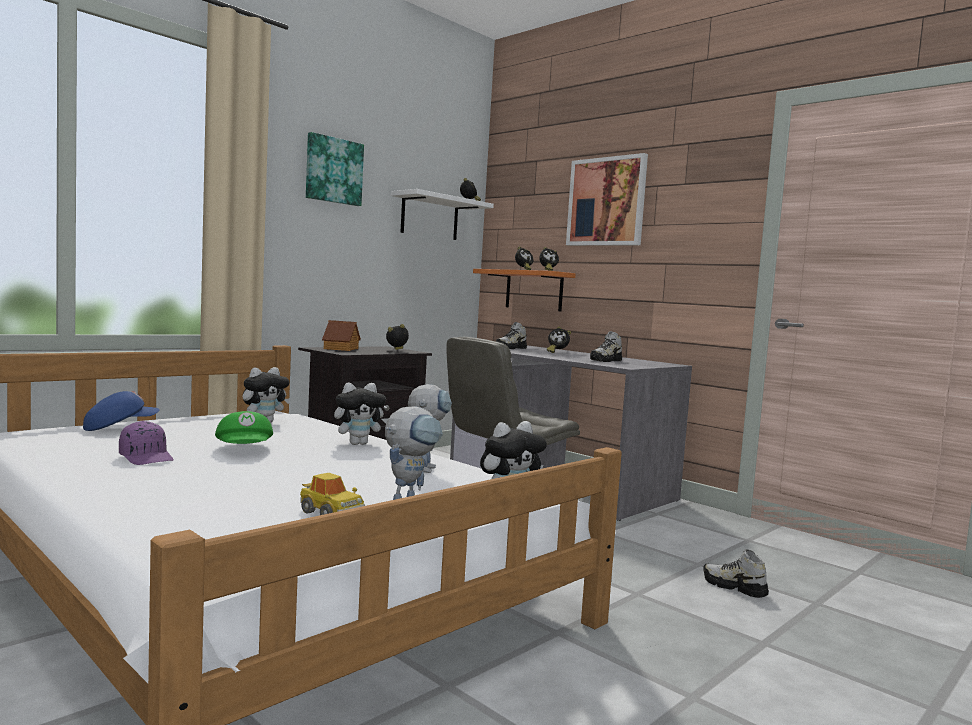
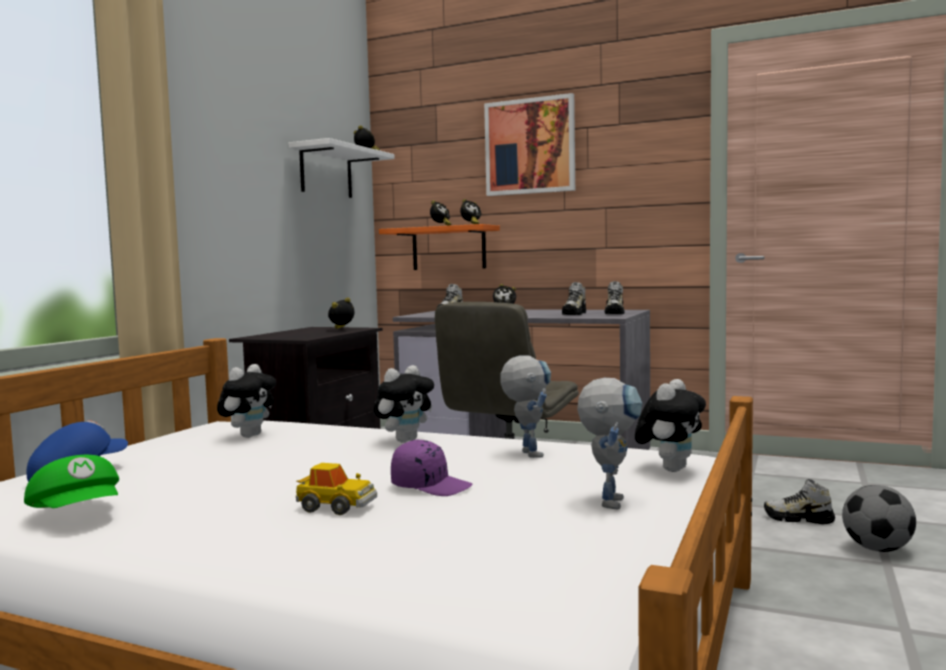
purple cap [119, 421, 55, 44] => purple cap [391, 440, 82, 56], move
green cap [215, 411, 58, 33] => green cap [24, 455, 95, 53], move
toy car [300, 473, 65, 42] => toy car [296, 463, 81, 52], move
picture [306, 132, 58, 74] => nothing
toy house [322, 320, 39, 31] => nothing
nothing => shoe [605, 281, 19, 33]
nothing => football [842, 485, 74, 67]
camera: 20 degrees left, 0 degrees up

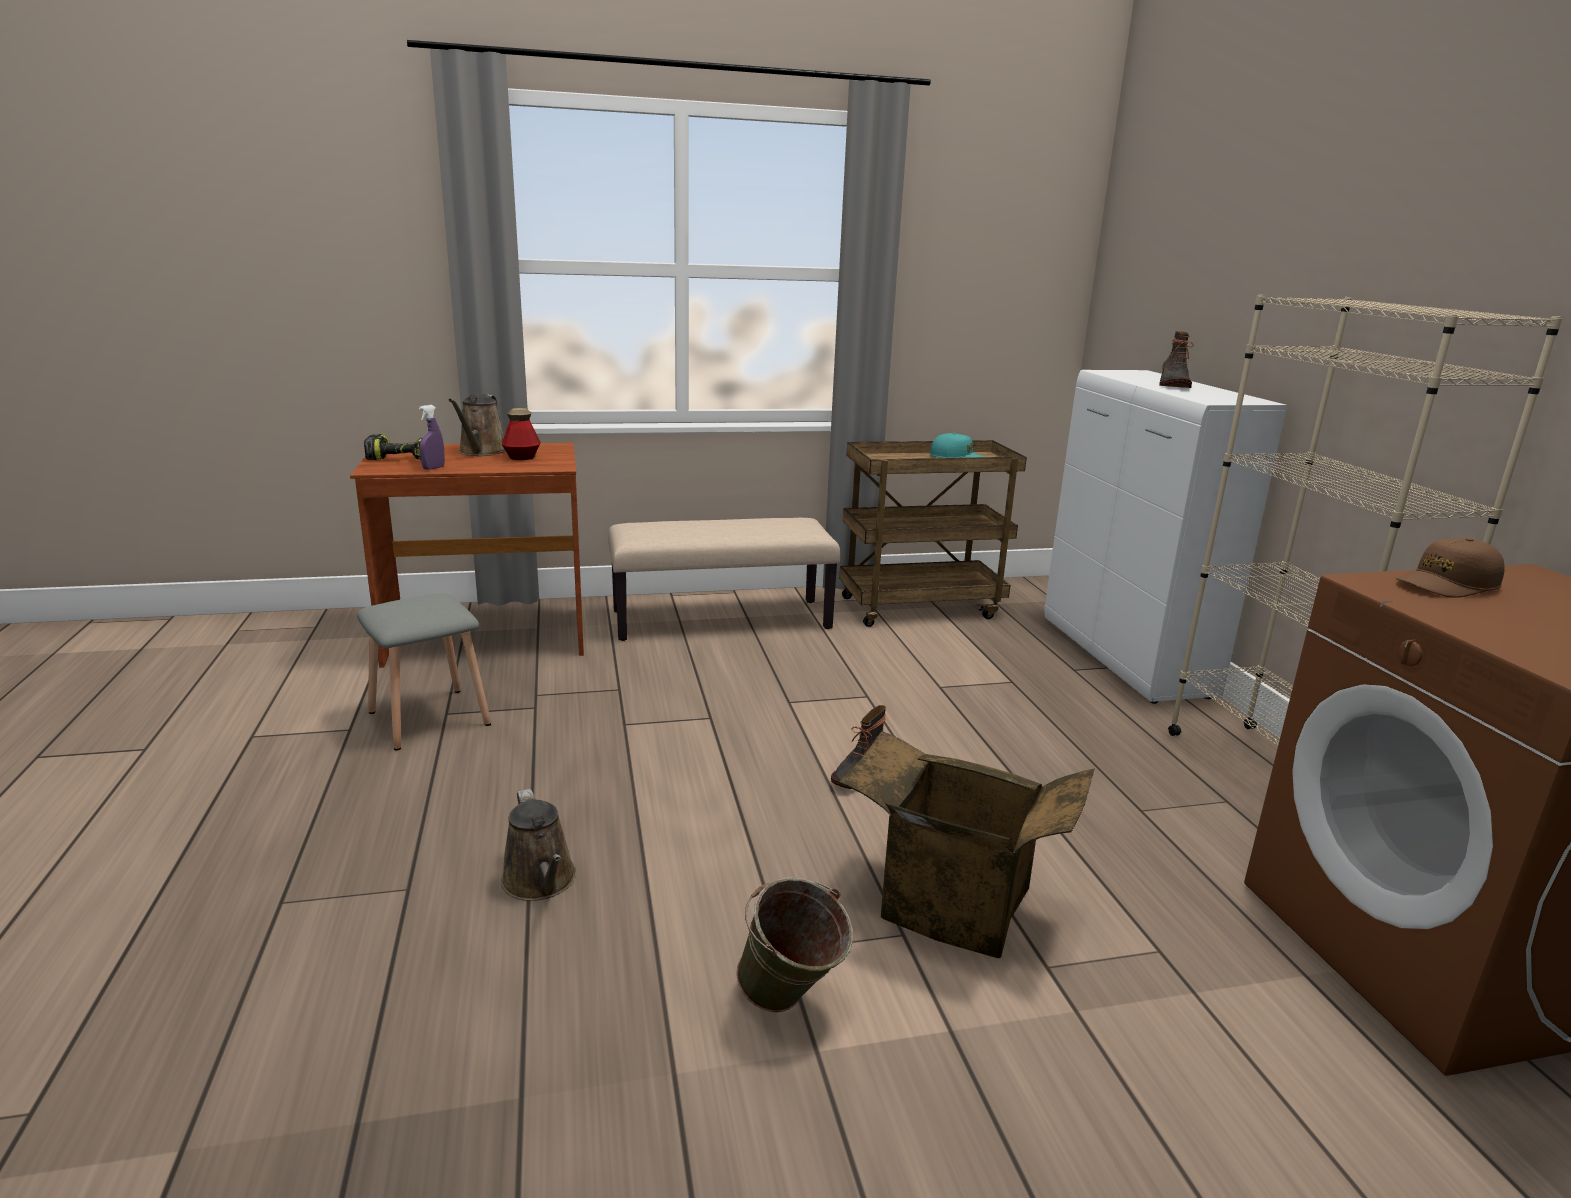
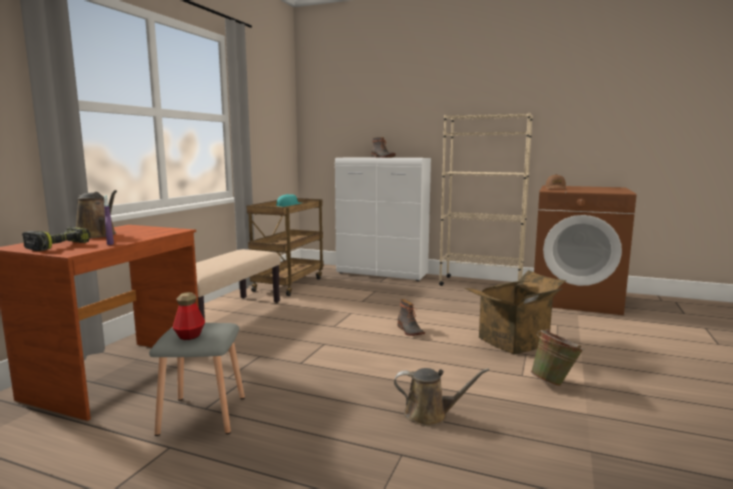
bottle [502, 408, 39, 52] => bottle [173, 292, 32, 48], move
camera: 55 degrees left, 10 degrees down

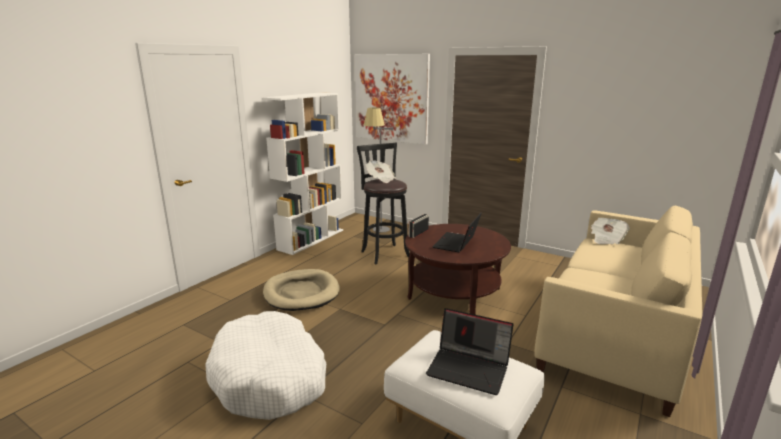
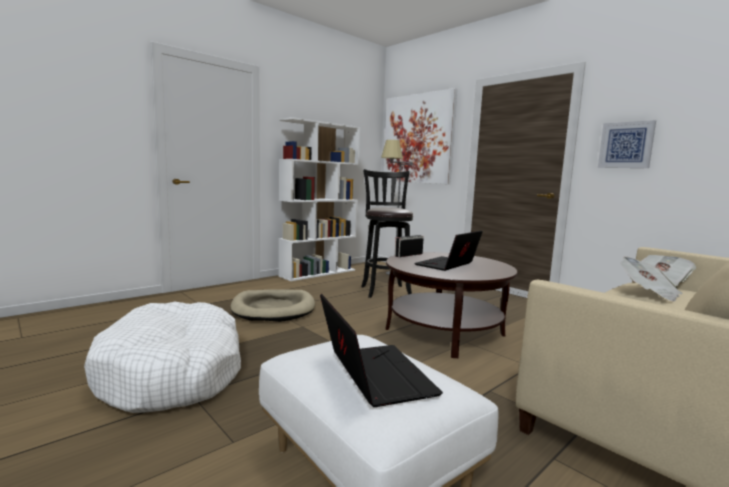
newspaper [366, 160, 30, 23] => newspaper [620, 256, 62, 46], move
laptop [426, 308, 87, 87] => laptop [320, 294, 123, 113], 150 degrees counterclockwise
nothing => picture [598, 120, 58, 48]
camera: 15 degrees right, 10 degrees down

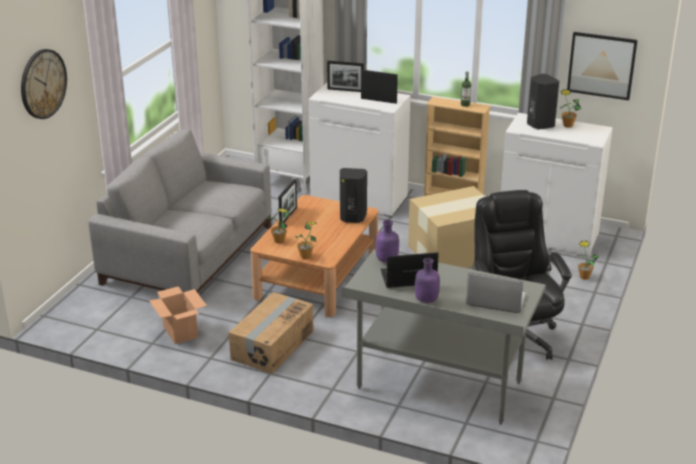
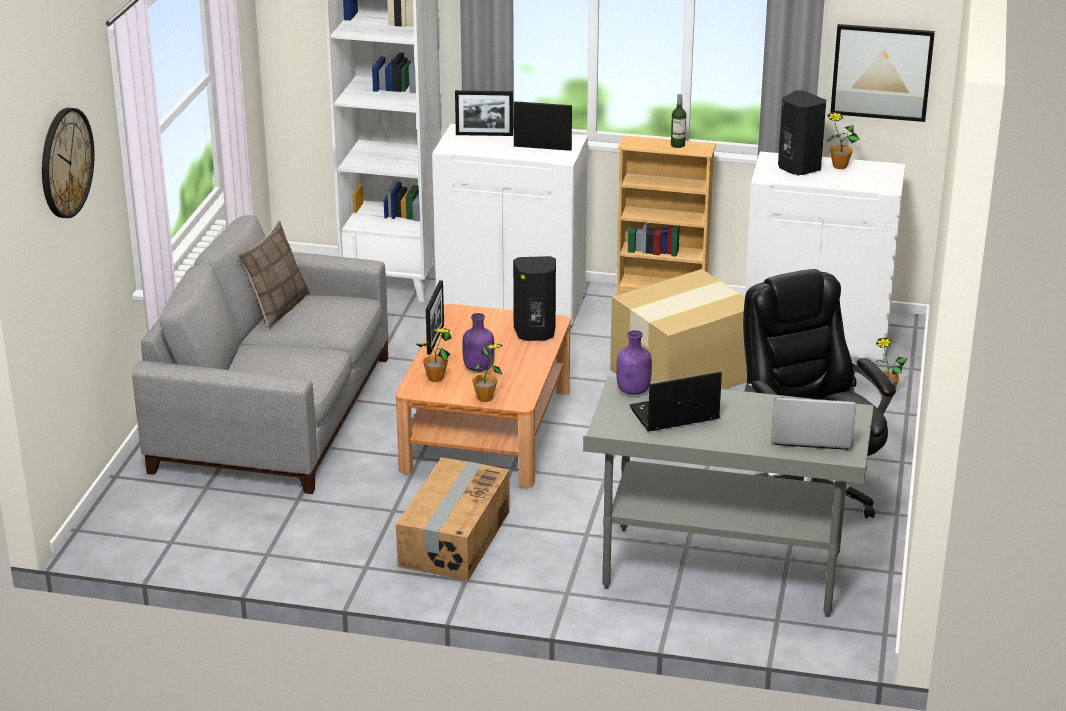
cardboard box [149, 286, 58, 58] => nothing
purple bottle [415, 258, 25, 45] => purple bottle [462, 313, 32, 59], move
nothing => pillow [237, 221, 72, 108]
camera: 10 degrees left, 0 degrees up

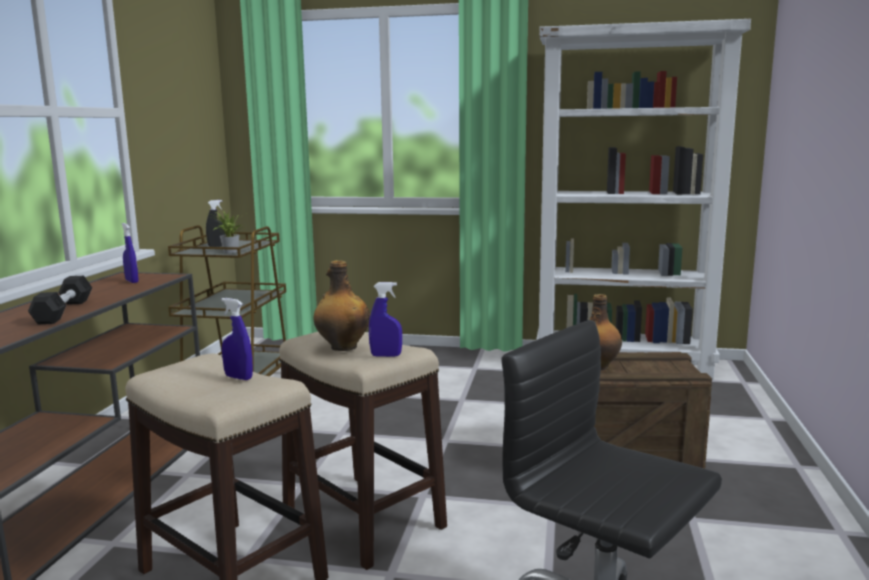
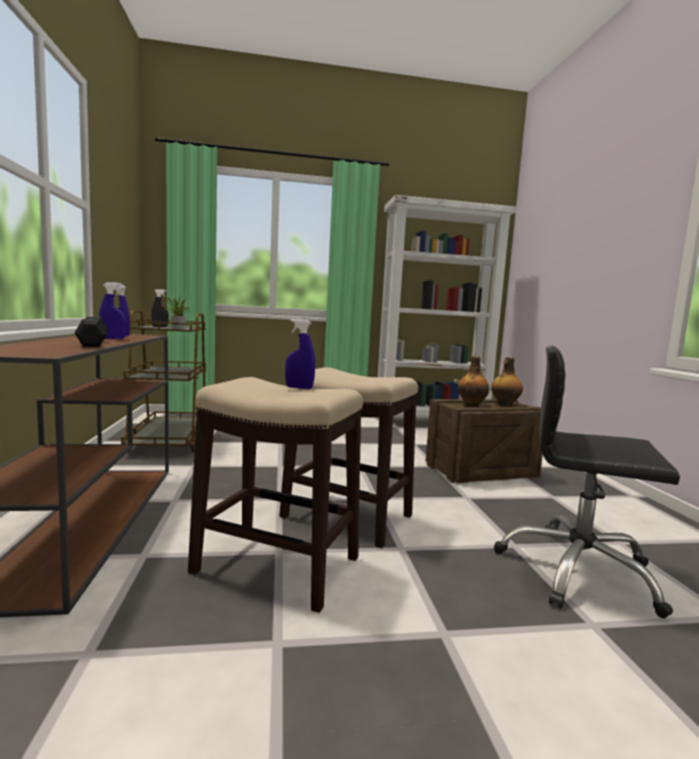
bottle [313, 260, 57, 91] => bottle [491, 357, 32, 49], move
blue spray bottle [369, 282, 33, 75] => blue spray bottle [99, 282, 27, 57], move
camera: 20 degrees left, 5 degrees down

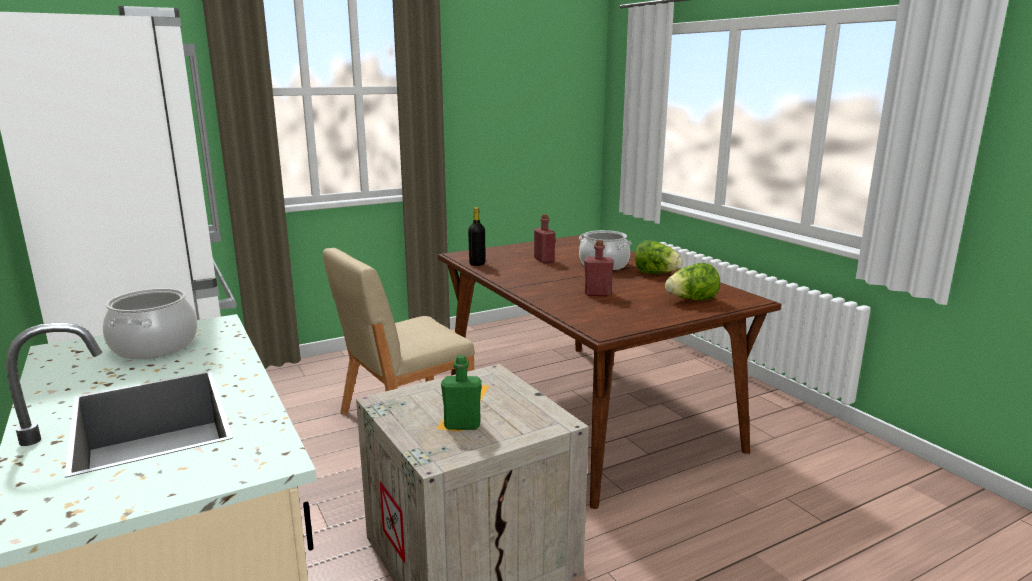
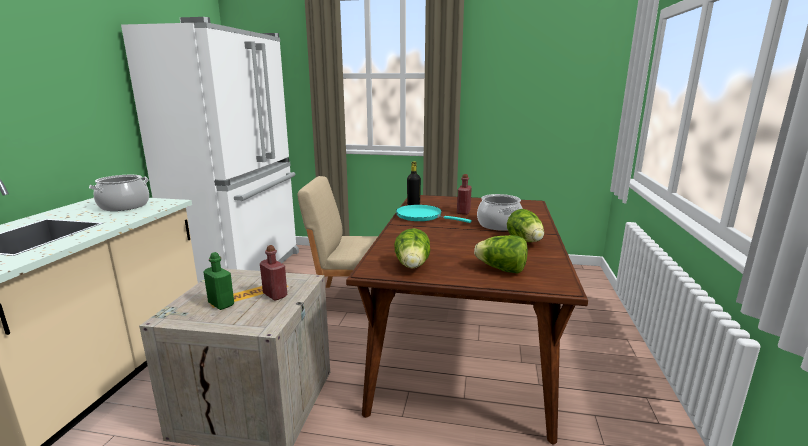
red bottle [584, 240, 30, 56] => red bottle [260, 245, 27, 56], move
nothing => lettuce [394, 228, 36, 41]
nothing => turquoise frying pan [396, 205, 76, 18]
camera: 40 degrees right, 0 degrees up

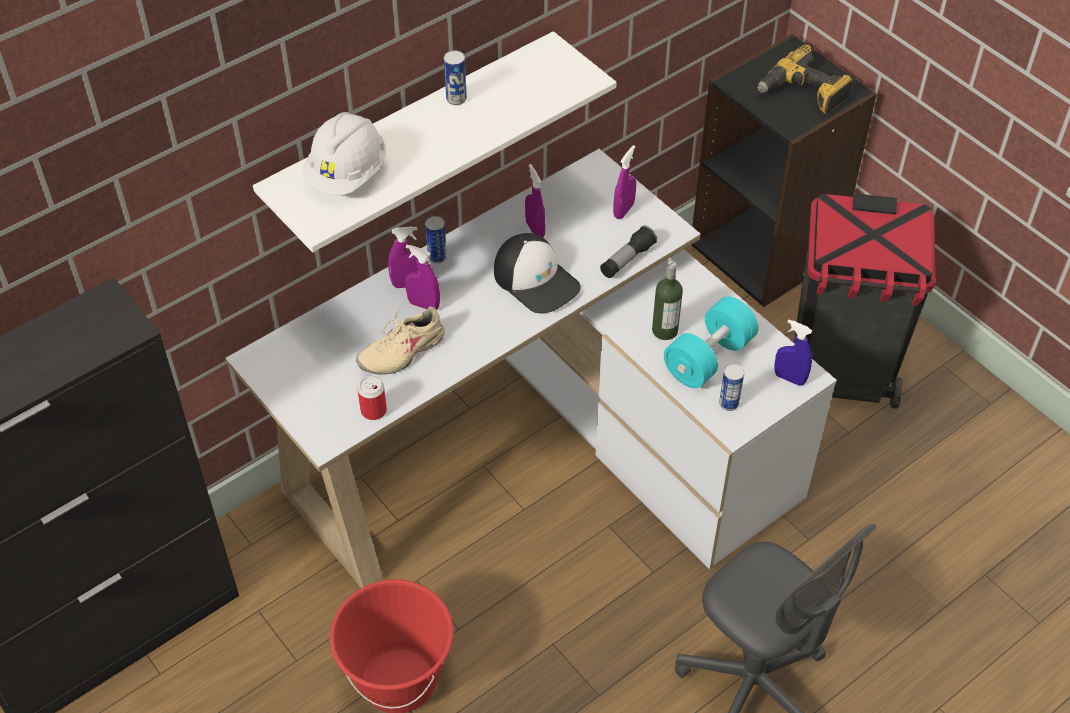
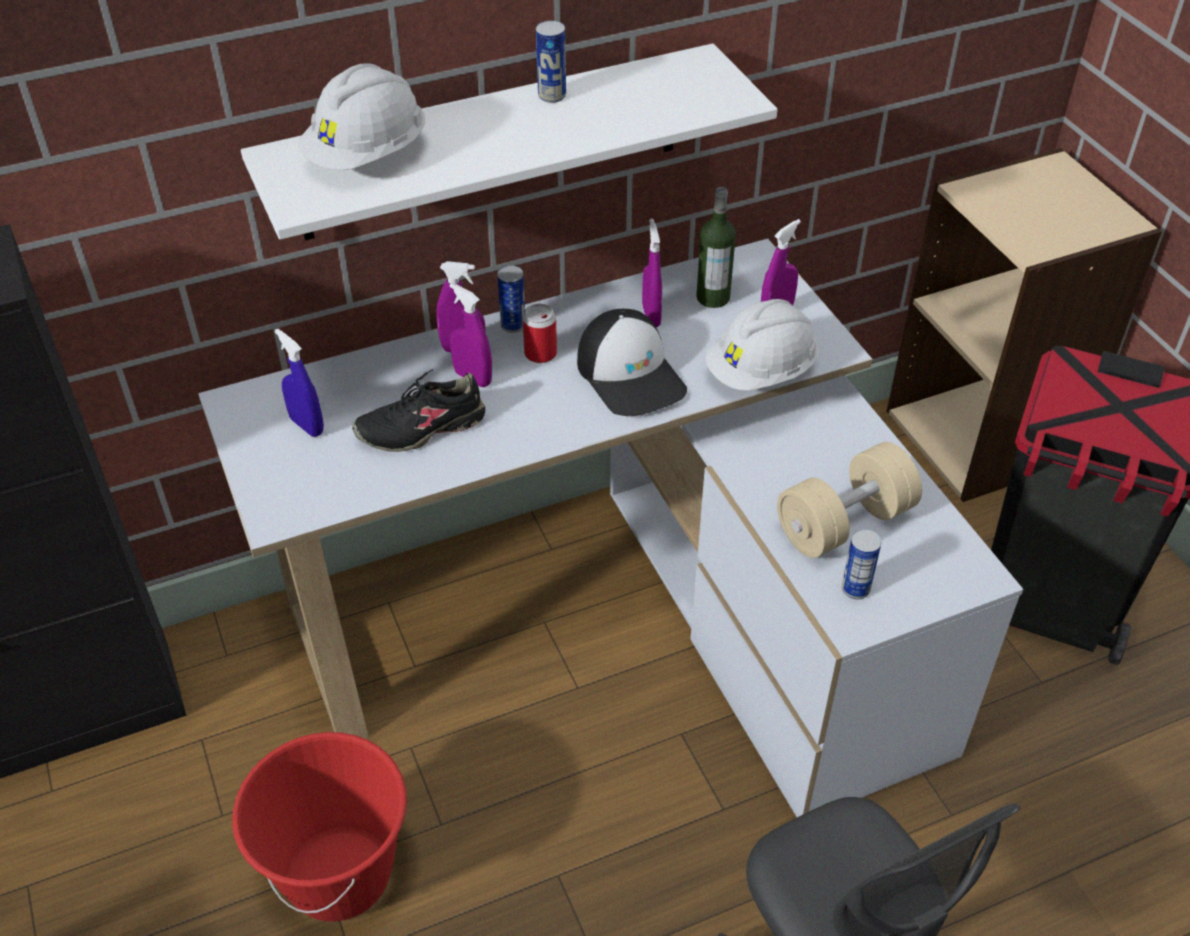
beige shoe [356, 306, 89, 68] => black shoe [352, 369, 133, 83]
can [357, 376, 30, 44] => can [523, 304, 34, 59], move
flashlight [600, 226, 57, 52] => white hard hat [705, 299, 113, 92]
bottle [652, 260, 31, 80] => bottle [696, 187, 40, 121], move
turquoise dumbbell [664, 297, 95, 91] => beige dumbbell [777, 442, 145, 116]
black bookcase [691, 34, 186, 273] => beige bookcase [887, 148, 275, 354]
power drill [757, 45, 97, 69] => nothing
blue spray bottle [775, 319, 37, 67] => blue spray bottle [275, 329, 49, 108], move
camera: 15 degrees right, 5 degrees down

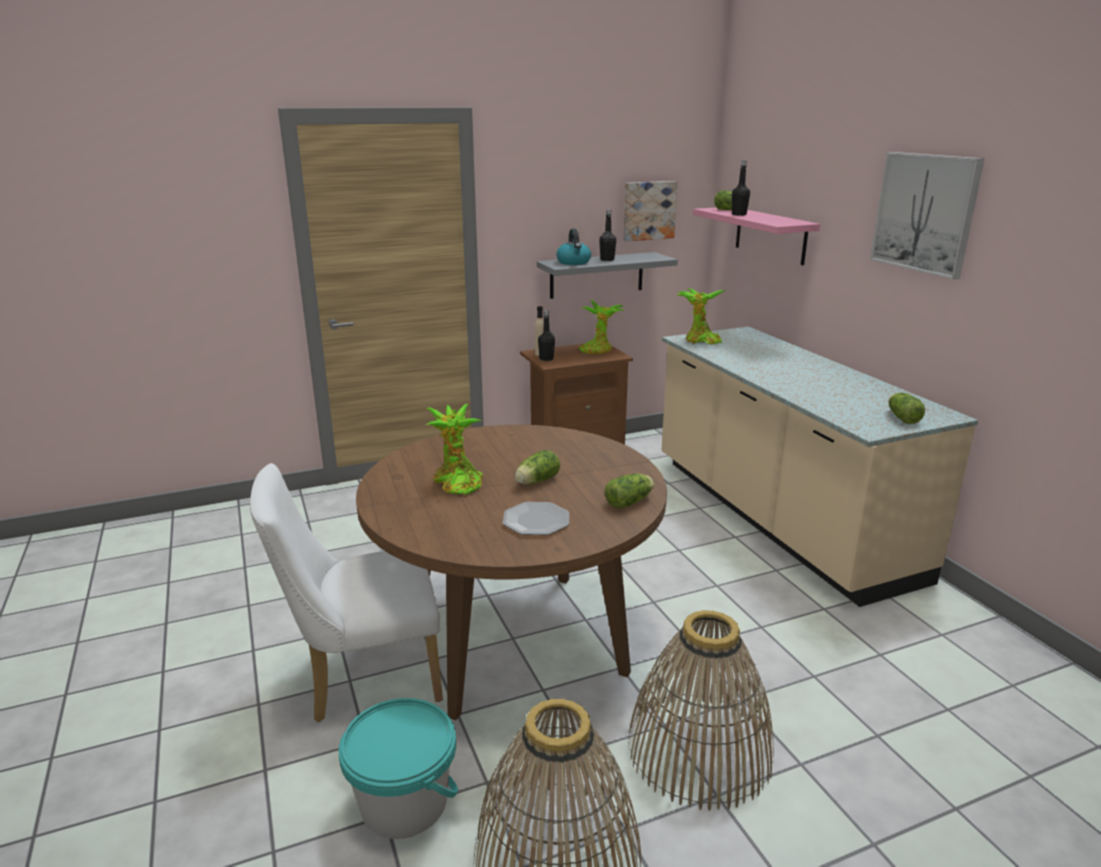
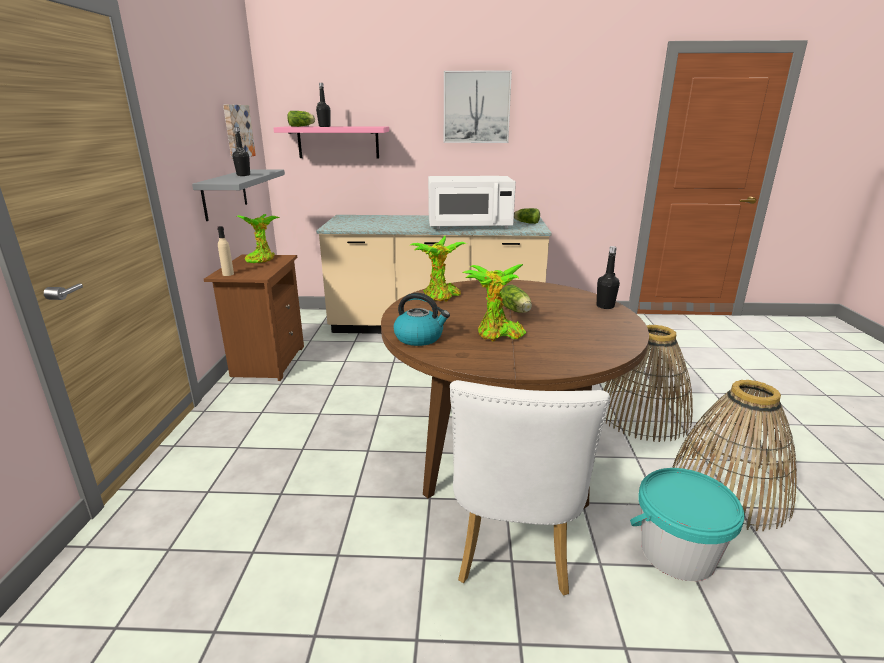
plate [503, 502, 66, 33] => nothing
black bottle [538, 310, 17, 51] => black bottle [597, 246, 23, 63], move
kettle [556, 229, 35, 36] => kettle [394, 293, 56, 53], move
lettuce [605, 473, 49, 36] => nothing
potted plant [677, 288, 48, 56] => potted plant [410, 236, 57, 66], move
nothing => white microwave [428, 176, 88, 53]
camera: 65 degrees left, 0 degrees up

